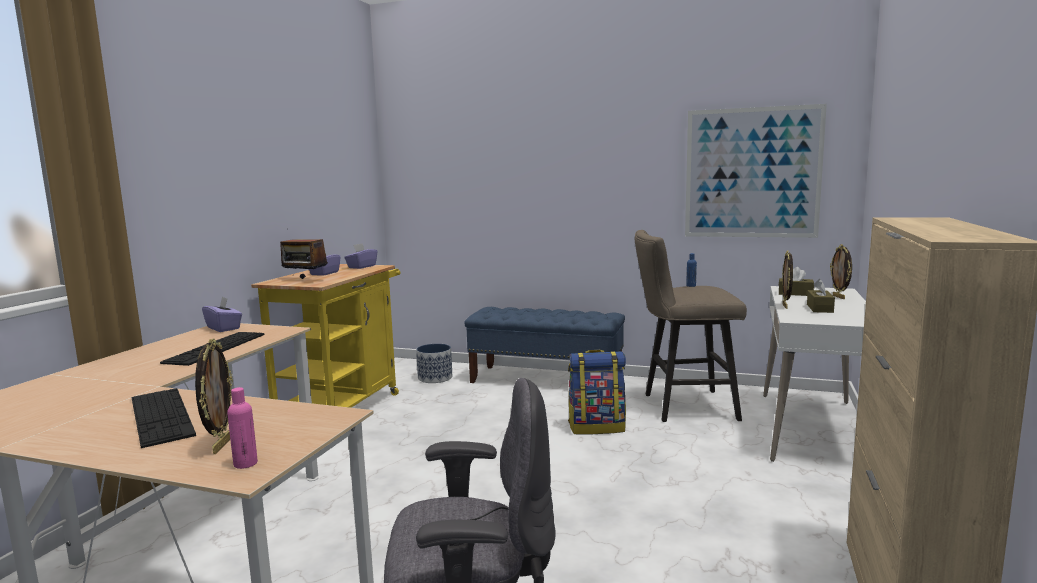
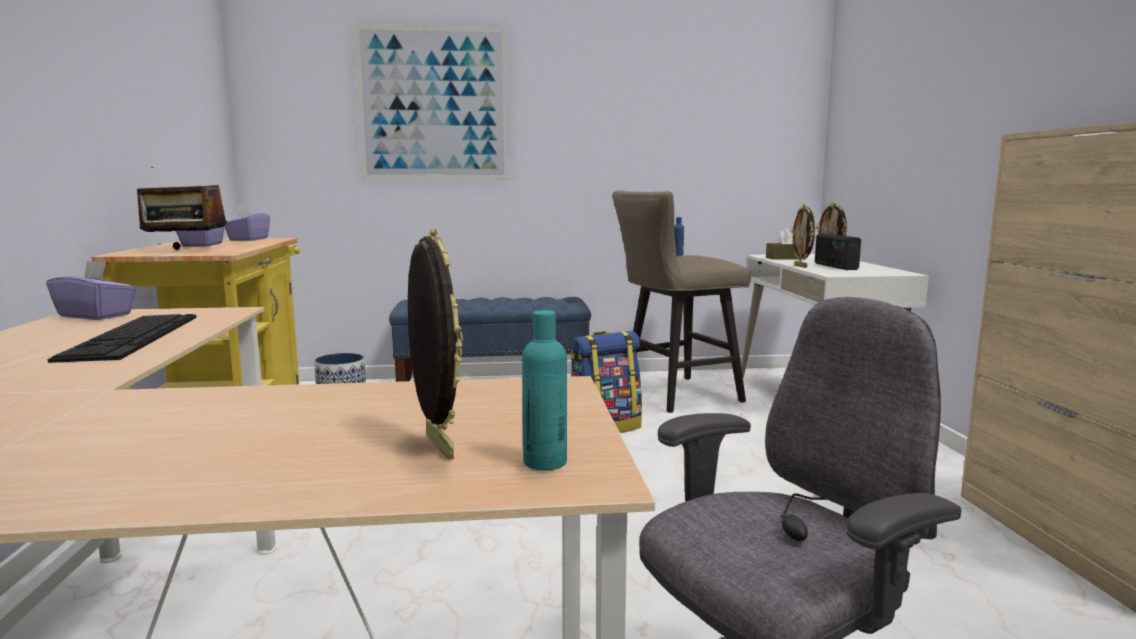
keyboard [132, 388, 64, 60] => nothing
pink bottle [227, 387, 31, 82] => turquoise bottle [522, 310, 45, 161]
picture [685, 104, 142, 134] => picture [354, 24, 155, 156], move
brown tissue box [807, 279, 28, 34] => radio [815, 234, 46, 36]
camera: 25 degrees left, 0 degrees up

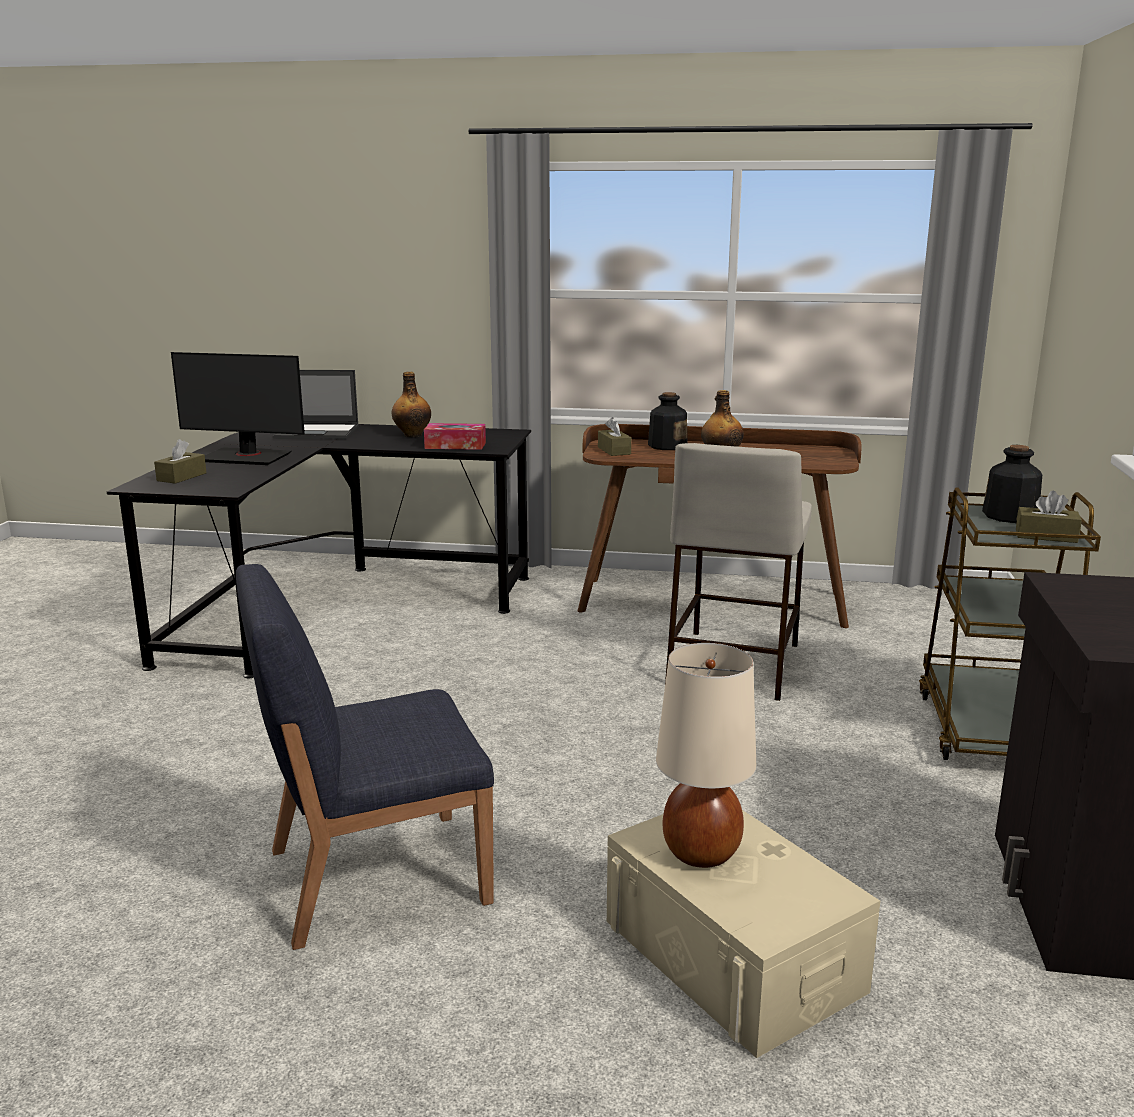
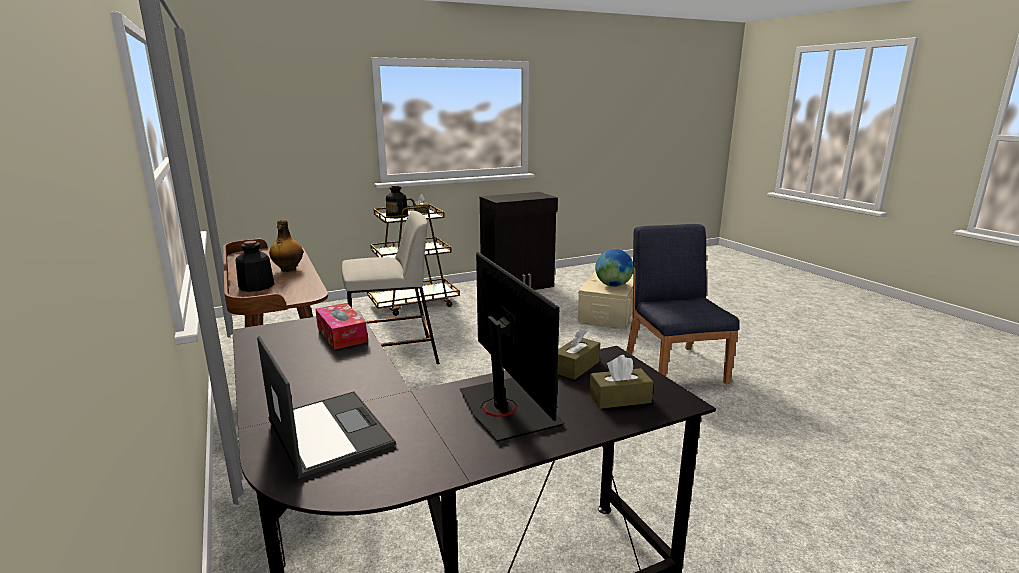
blue chair [236, 564, 258, 386] => blue chair [626, 224, 113, 160], 135 degrees counterclockwise
bottle [392, 372, 39, 65] => nothing
brown tissue box [598, 417, 33, 39] => brown tissue box [558, 328, 42, 52], move
beige table lamp [656, 643, 100, 225] => globe [595, 249, 38, 38]
camera: 125 degrees left, 0 degrees up

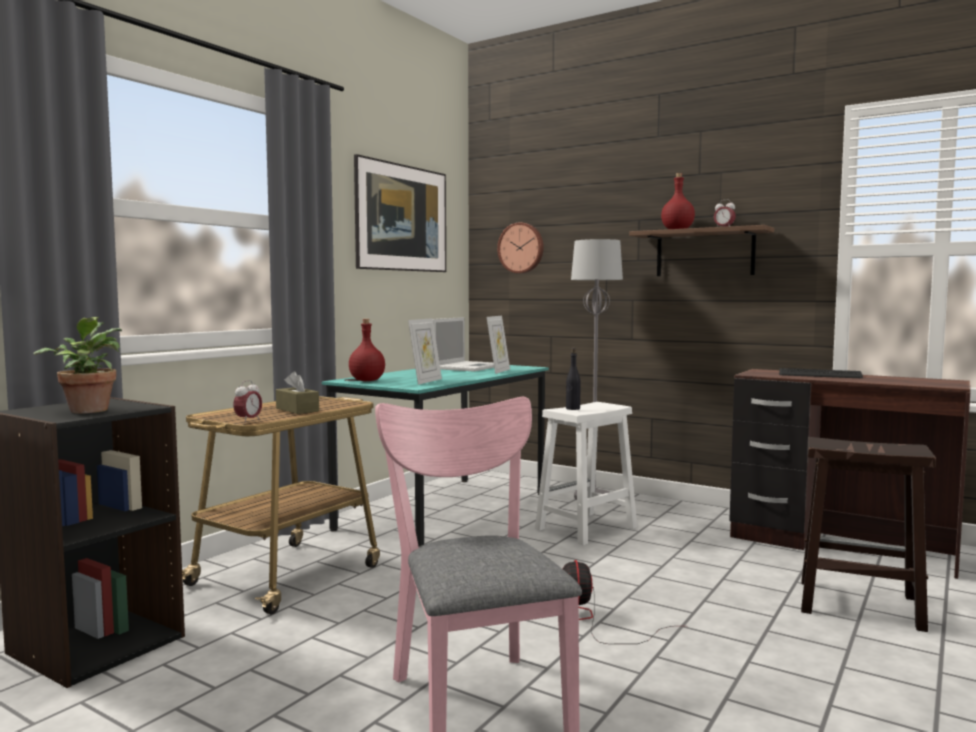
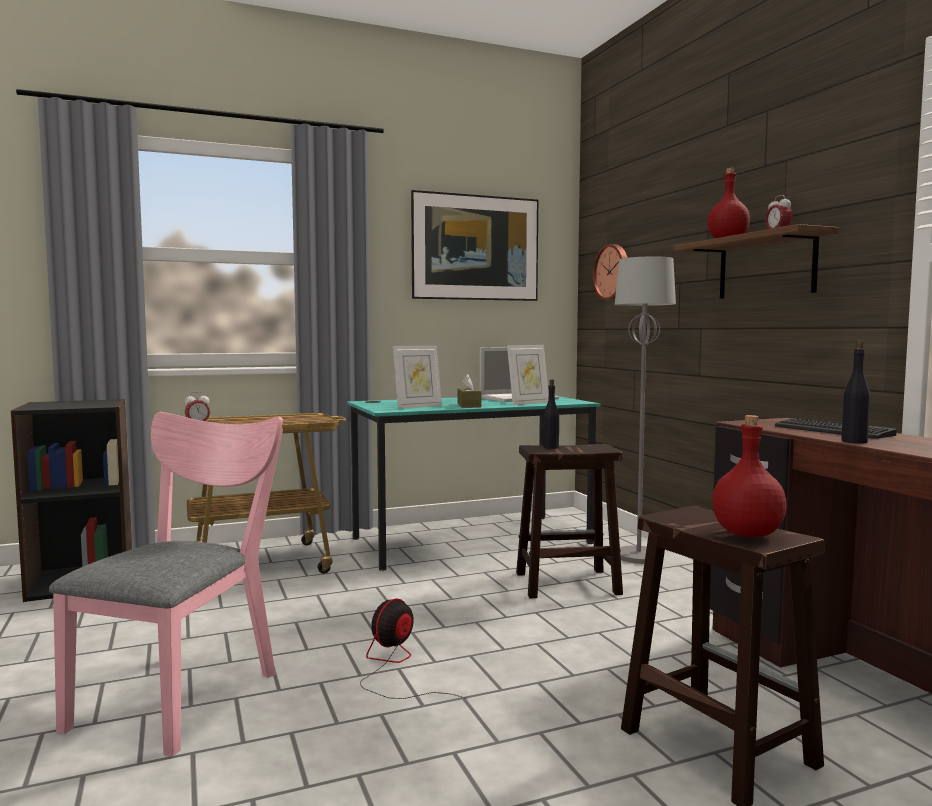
potted plant [34, 317, 88, 96] => nothing
brown tissue box [276, 371, 43, 43] => brown tissue box [458, 374, 23, 34], move
red bottle [349, 319, 36, 62] => red bottle [712, 415, 75, 122], move
white stool [535, 402, 102, 144] => brown stool [516, 444, 107, 155]
nothing => black bottle [841, 340, 29, 104]
camera: 35 degrees right, 0 degrees up

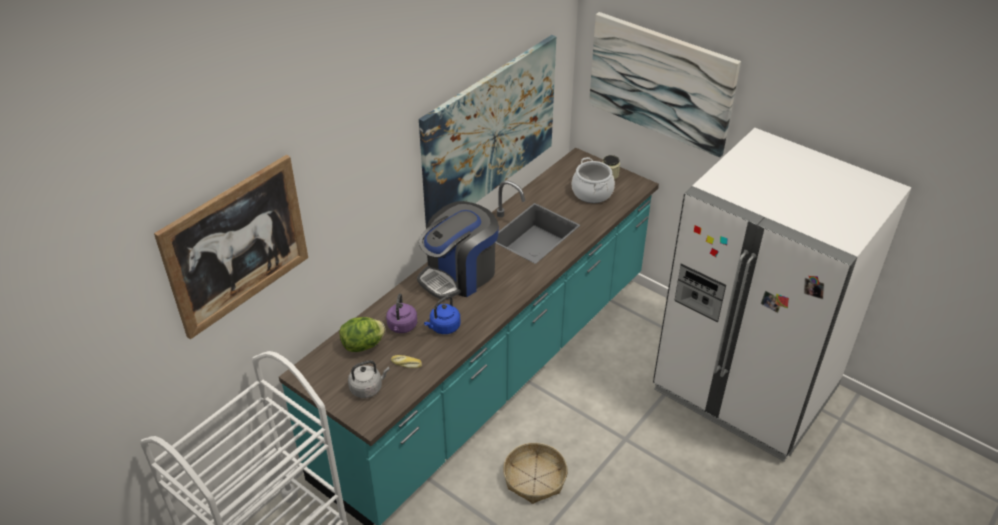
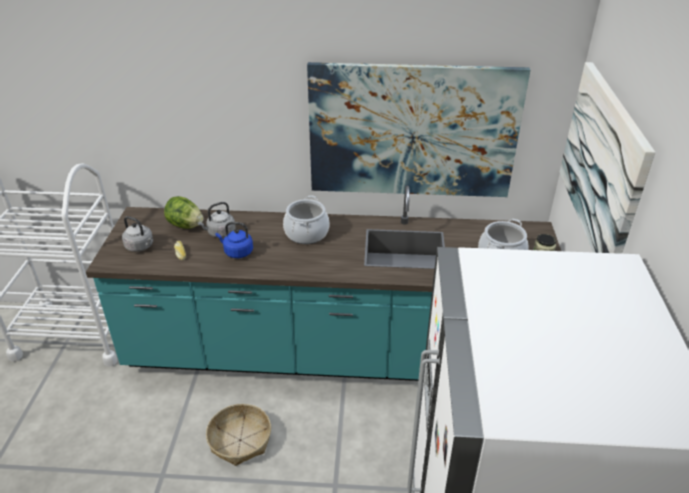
picture [154, 155, 154, 184] => nothing
purple kettle [386, 293, 31, 40] => grey kettle [198, 202, 38, 36]
coffee machine [417, 201, 82, 98] => cooking pot [283, 195, 47, 49]
camera: 55 degrees right, 5 degrees down

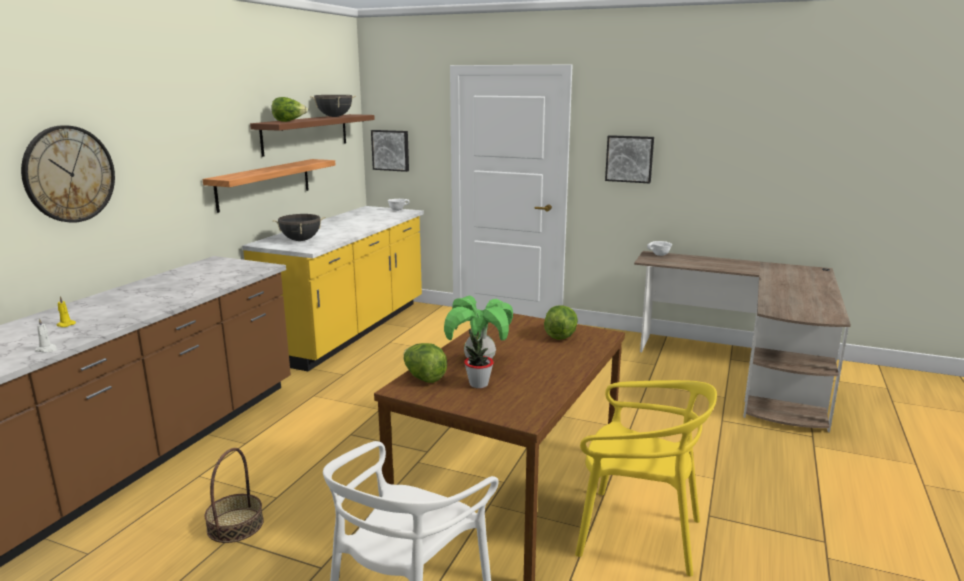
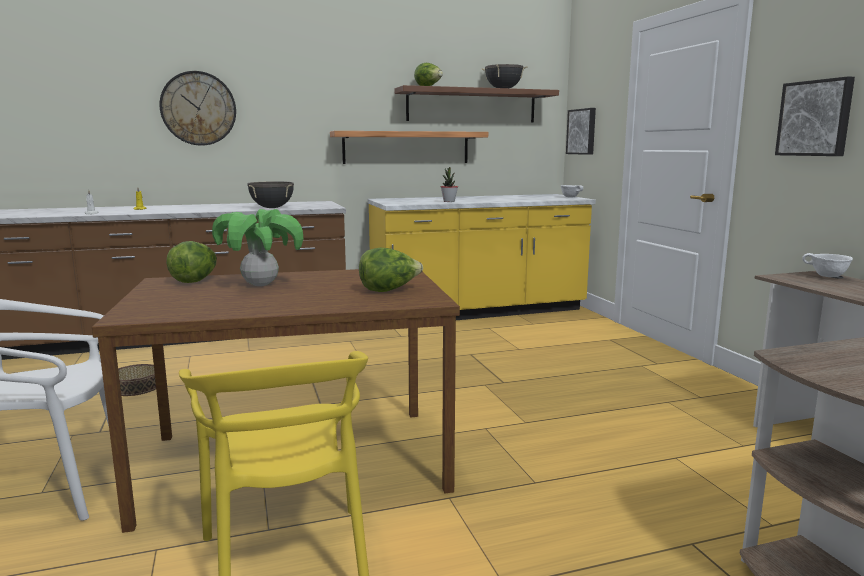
black cooking pot [272, 214, 53, 27] => black cooking pot [247, 181, 47, 27], move
potted plant [464, 328, 30, 60] => potted plant [441, 167, 17, 35], move
camera: 50 degrees right, 5 degrees down

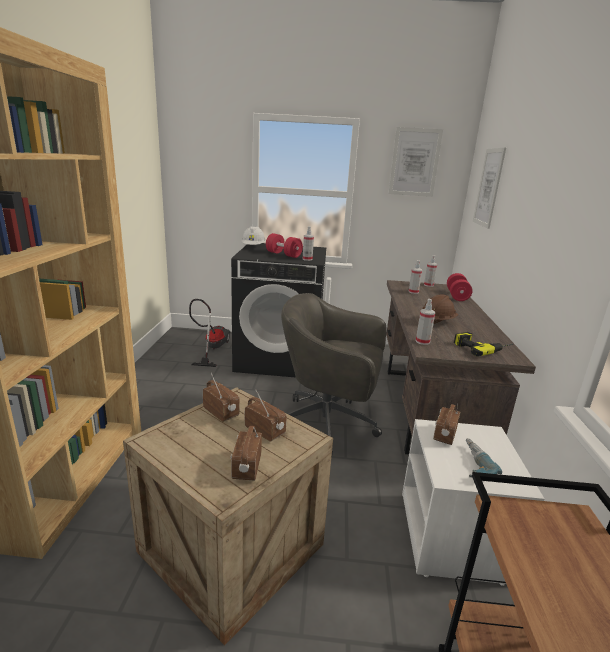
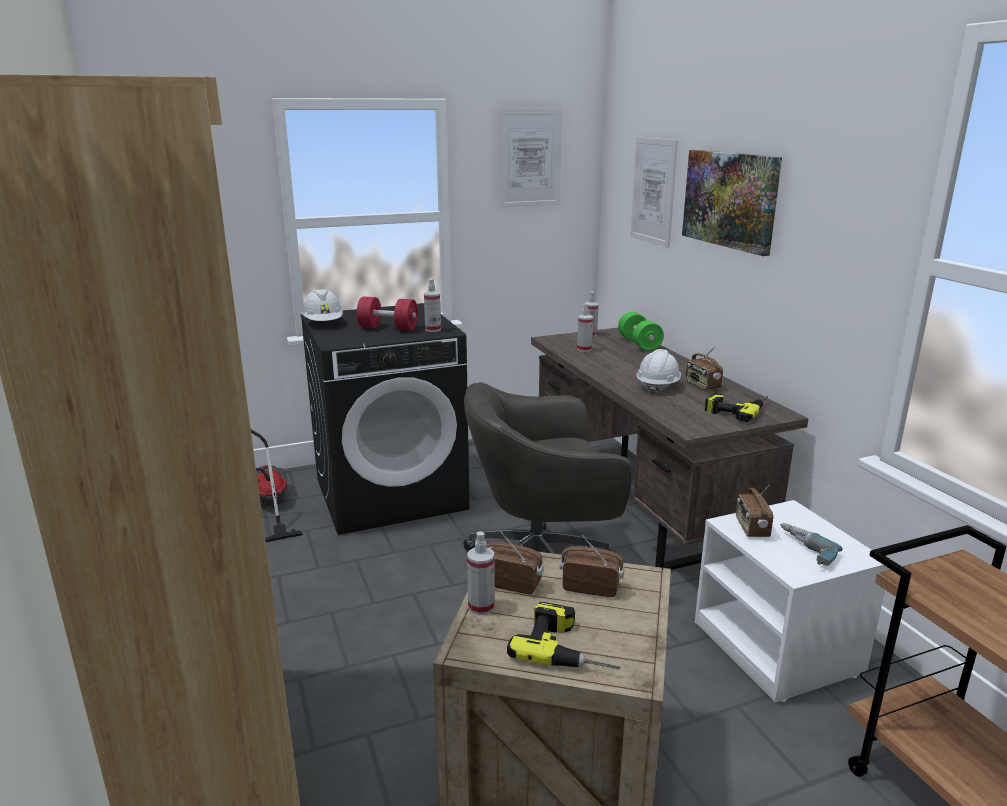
radio [230, 426, 32, 54] => radio [685, 345, 38, 45], move
spray bottle [416, 299, 19, 46] => spray bottle [467, 531, 28, 84], move
brown hard hat [423, 294, 35, 30] => white hard hat [637, 349, 44, 46]
red dumbbell [447, 273, 26, 28] => green dumbbell [618, 312, 46, 39]
nothing => power drill [507, 602, 114, 67]
nothing => picture [682, 150, 100, 106]
camera: 25 degrees left, 0 degrees up

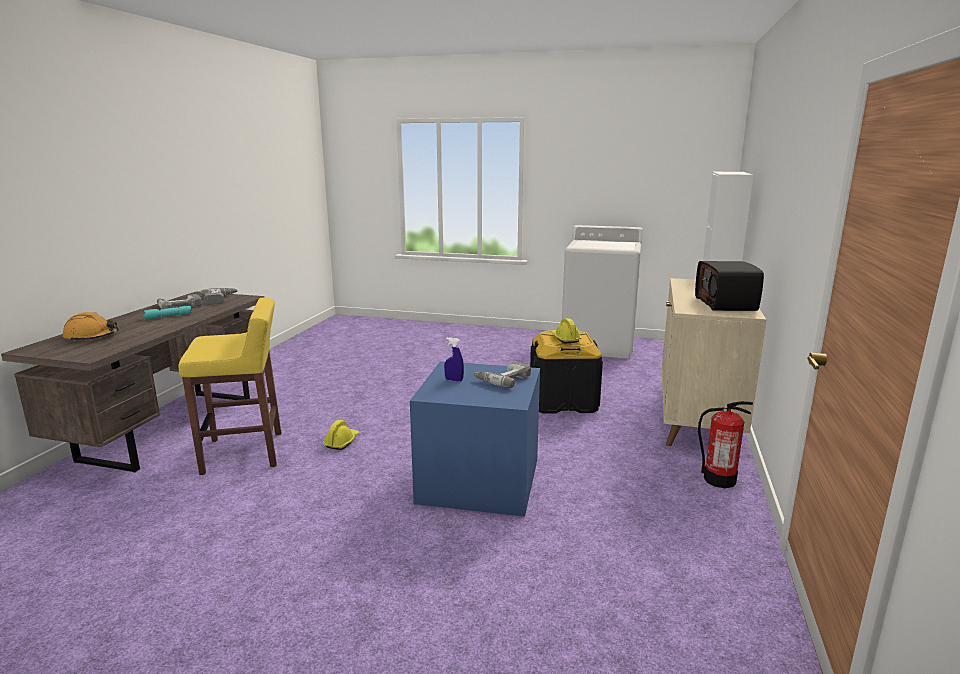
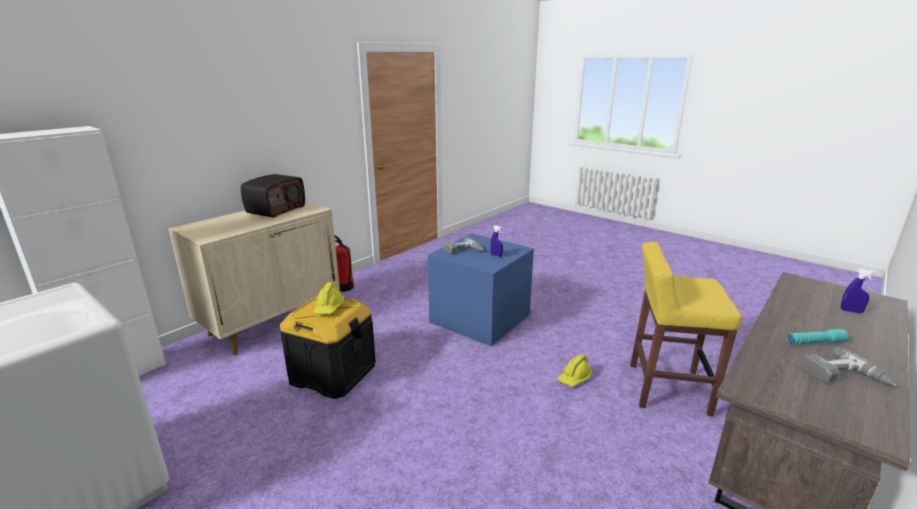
orange hard hat [62, 312, 57, 30] => blue spray bottle [841, 269, 35, 44]
power drill [200, 288, 38, 16] => nothing
camera: 155 degrees left, 5 degrees up

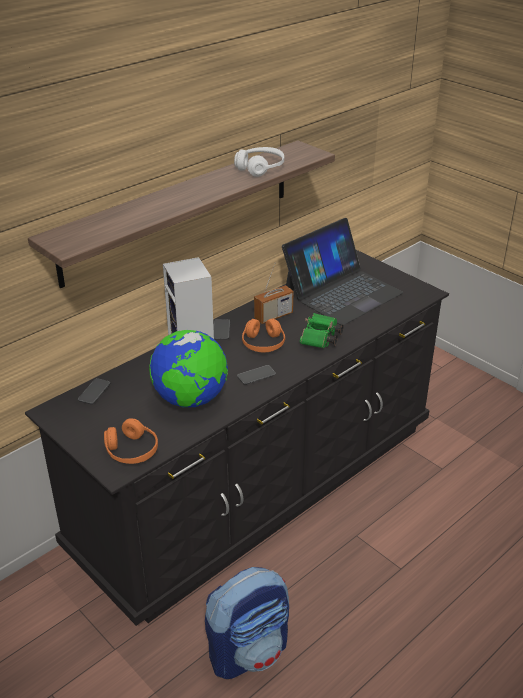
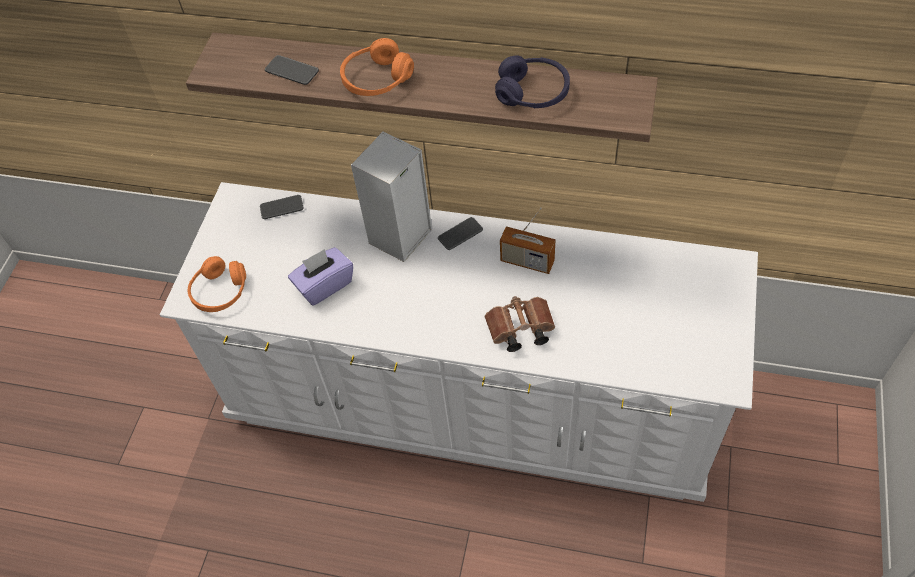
black dresser [25, 250, 424, 376] => white dresser [160, 182, 598, 320]
globe [149, 330, 79, 77] => purple tissue box [288, 247, 65, 58]
backpack [205, 567, 84, 112] => nothing
white headphones [234, 147, 50, 30] => purple headphones [495, 55, 75, 53]
phone [237, 365, 39, 20] => phone [265, 55, 54, 30], move
orange headphones [242, 318, 43, 35] => orange headphones [340, 38, 74, 58], move
laptop [282, 218, 121, 107] => nothing
green binoculars [300, 313, 44, 35] => brown binoculars [485, 296, 70, 56]
camera: 60 degrees right, 20 degrees up

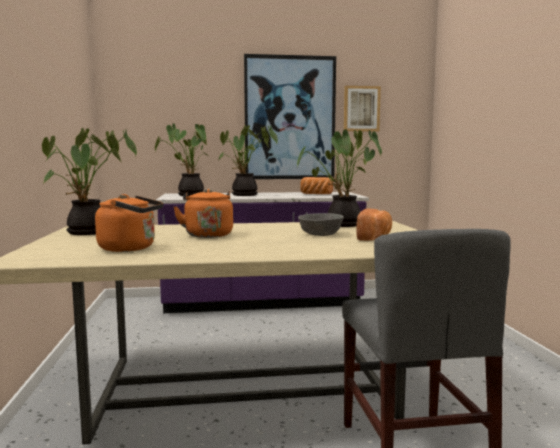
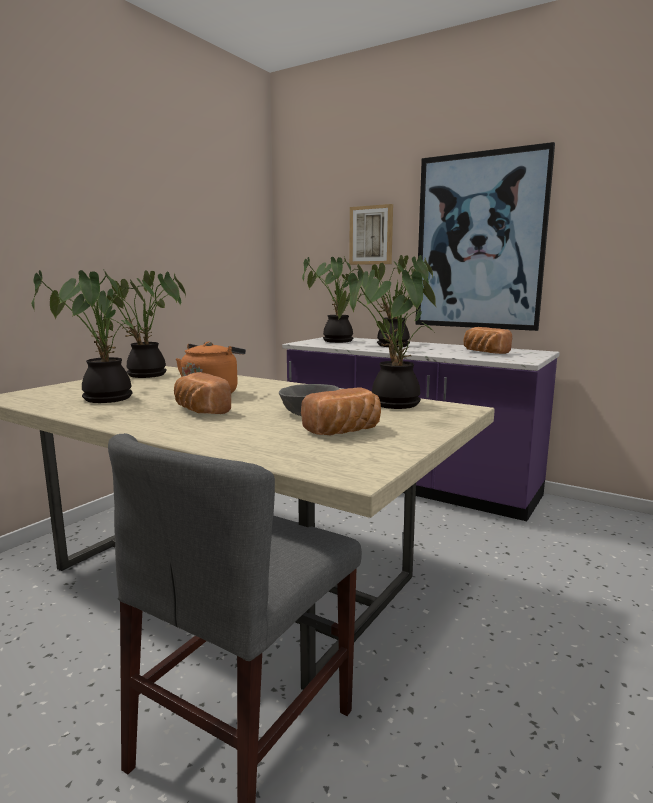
orange kettle [95, 194, 69, 58] => potted plant [31, 269, 115, 134]
picture [344, 86, 37, 45] => picture [349, 204, 44, 61], move
nothing => bread [174, 372, 57, 42]
camera: 40 degrees right, 5 degrees up

